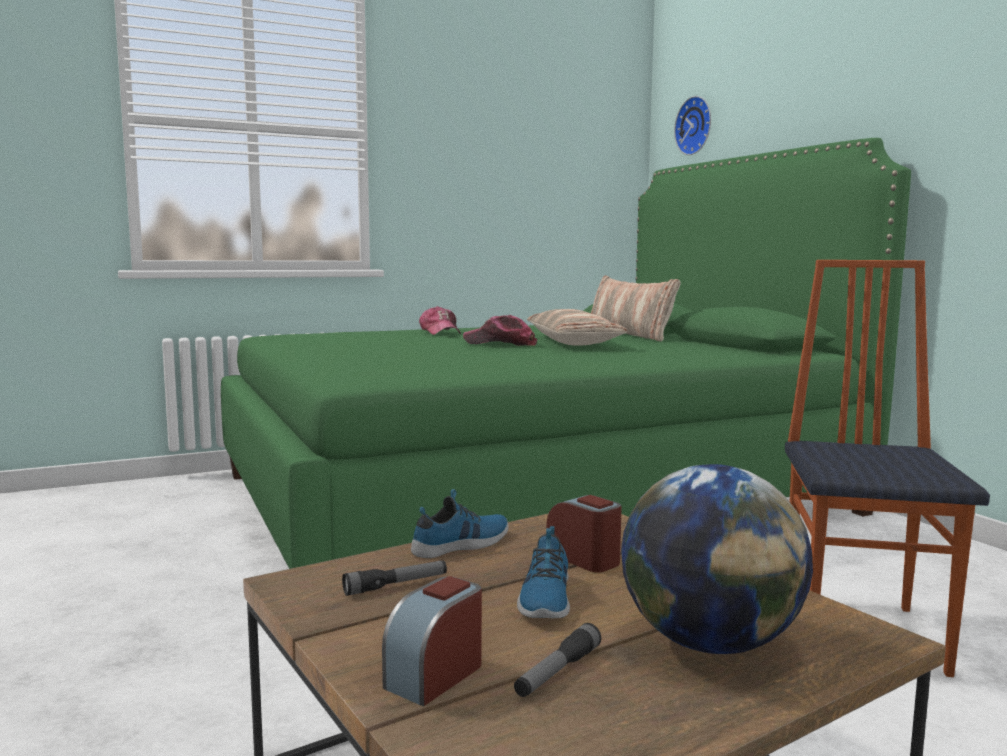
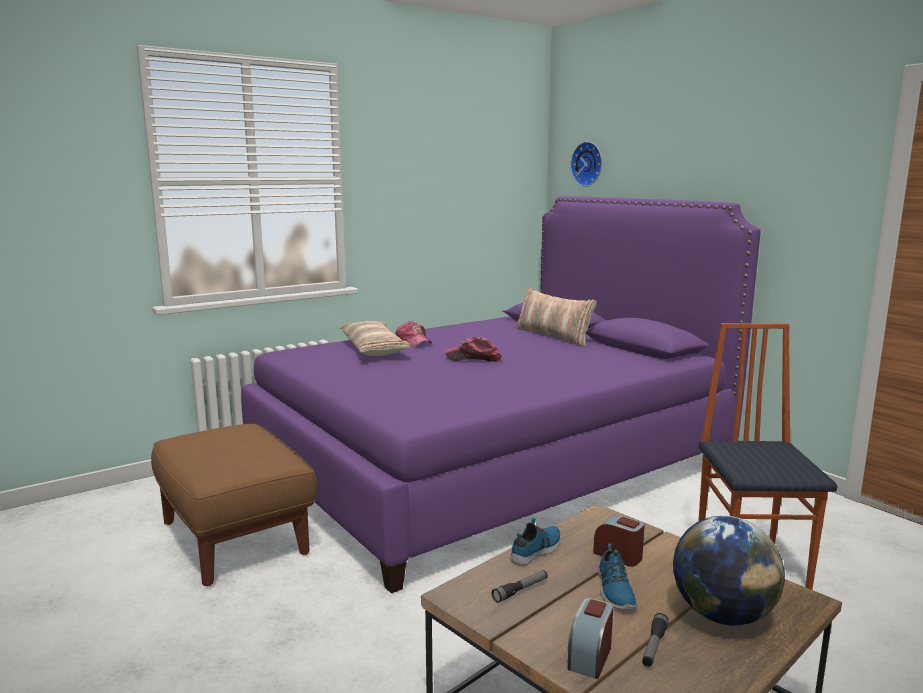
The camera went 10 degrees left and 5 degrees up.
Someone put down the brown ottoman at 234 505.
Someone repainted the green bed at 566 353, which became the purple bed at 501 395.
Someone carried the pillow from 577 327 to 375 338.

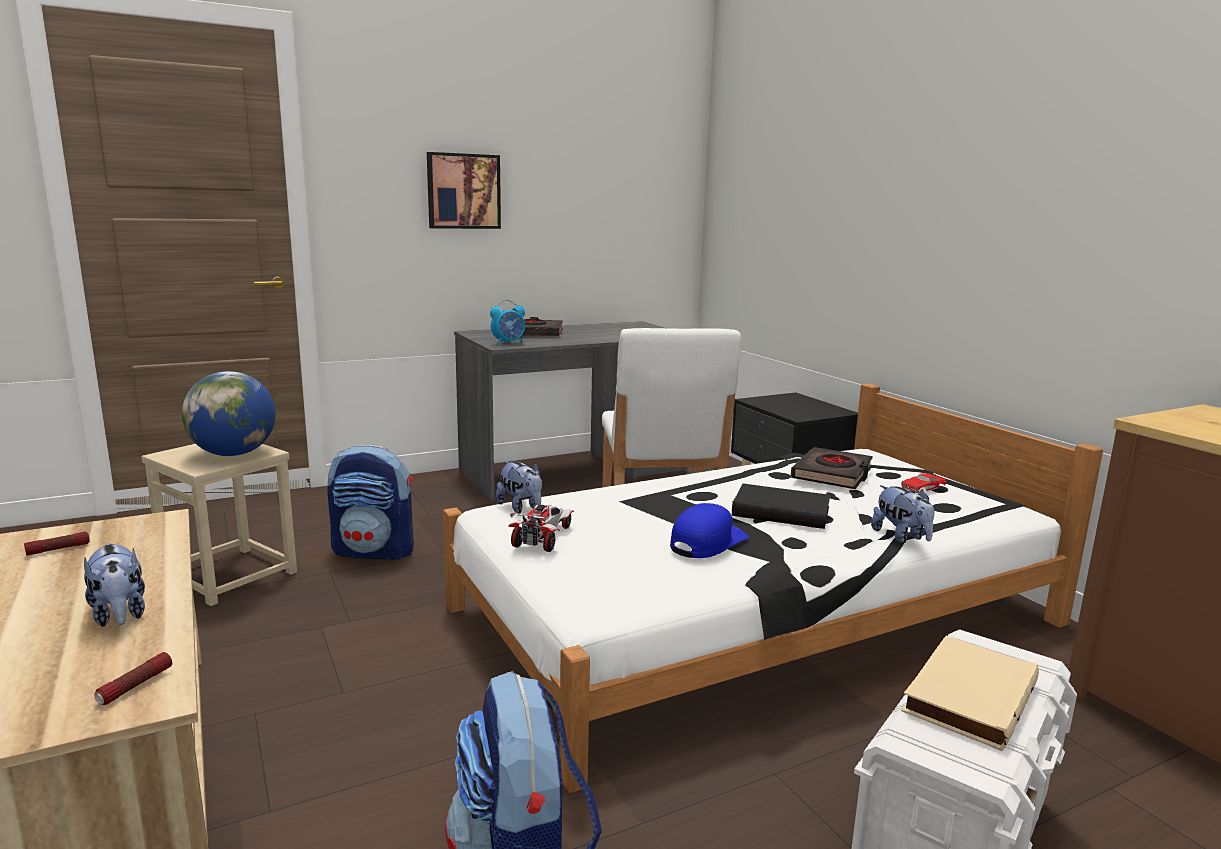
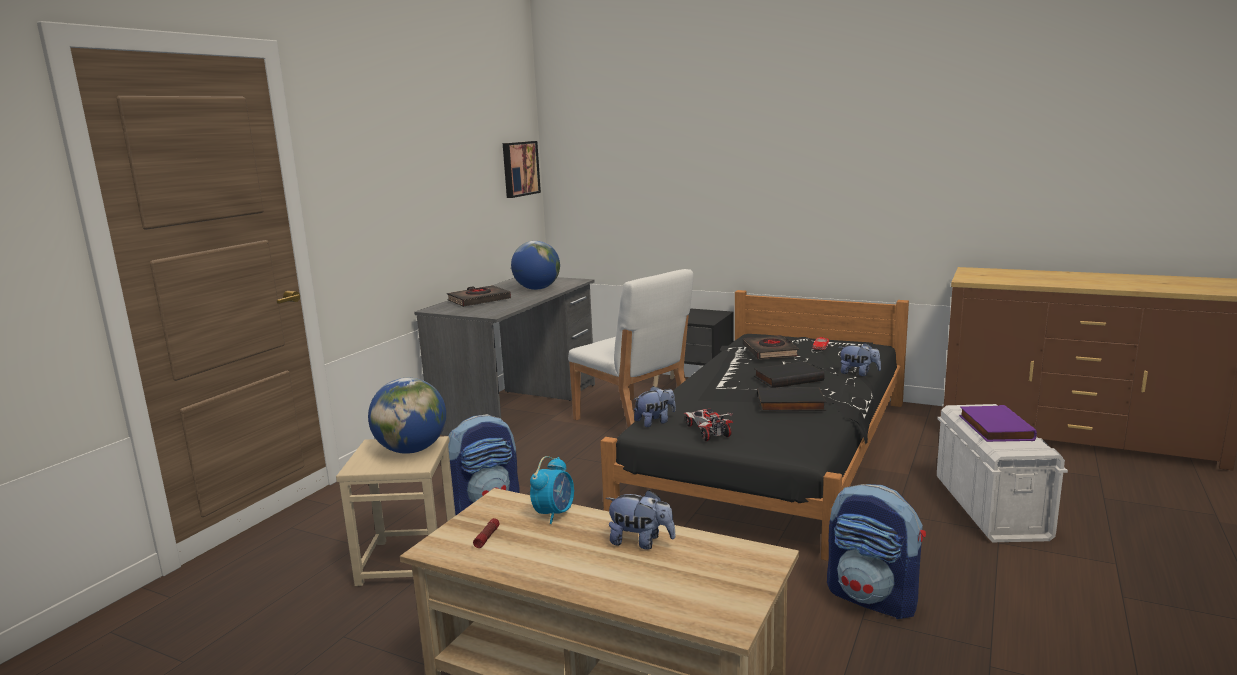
The camera went 35 degrees left and 0 degrees up.
Someone carried the picture from 464 190 to 522 169.
Someone put down the globe at 535 265.
Someone carried the alarm clock from 507 322 to 552 490.
Someone repainted the white bed at 773 588, which became the black bed at 754 425.
Someone rotated the plush toy at 519 487 by 45 degrees counterclockwise.
Someone swapped the blue cap at 709 530 for the black book at 791 399.
Someone repainted the beige book at 970 693, which became the purple book at 998 423.
Someone took away the flashlight at 133 678.

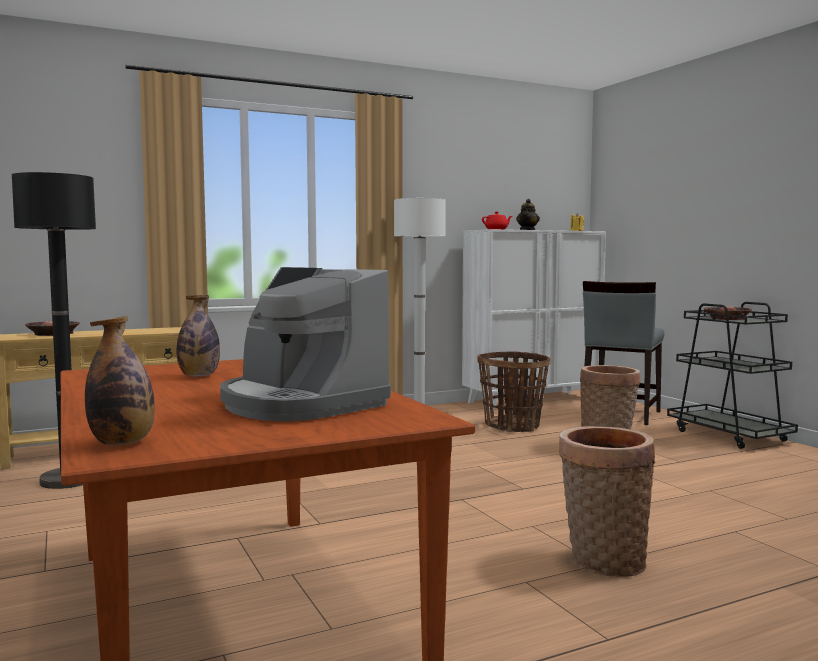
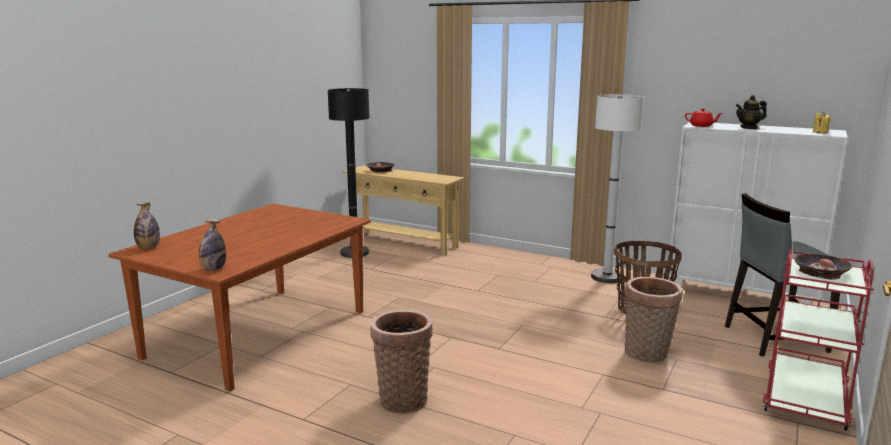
The camera went 55 degrees right and 10 degrees up.
Someone carried the bottle from 198 335 to 212 244.
Someone repainted the black cart at 732 375, which became the red cart at 818 340.
Someone took away the coffee machine at 305 344.

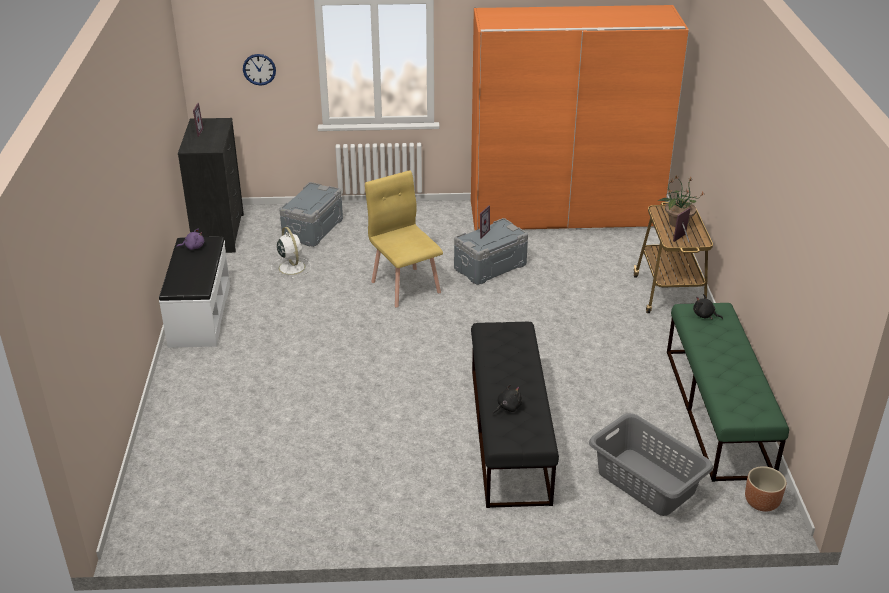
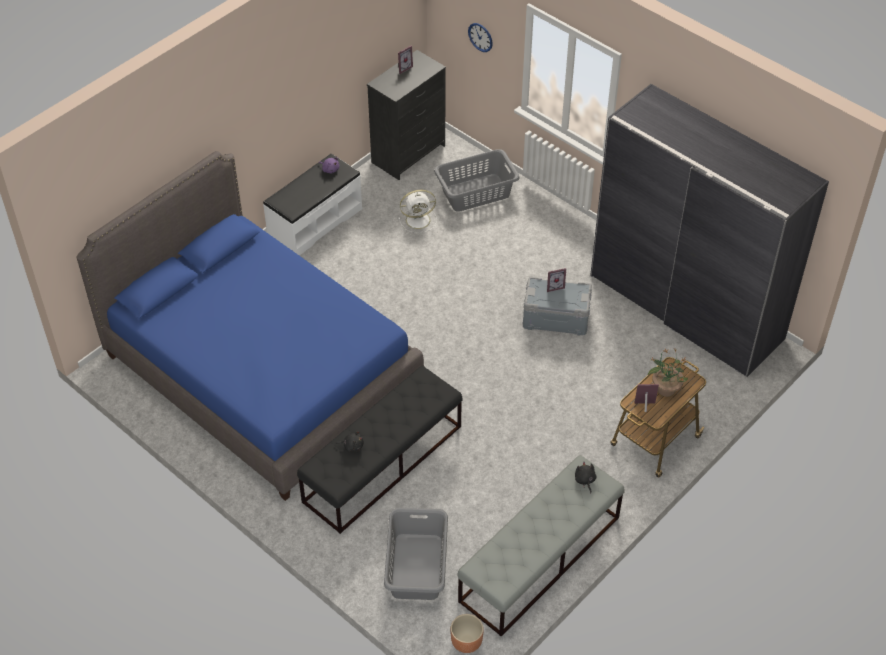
The camera went 45 degrees right and 15 degrees up.
Someone put down the blue bed at 250 326.
Someone rotated the white fan at 291 253 by 60 degrees clockwise.
Someone swapped the grey storage box at 311 214 for the grey laundry basket at 477 180.
Someone repainted the green bench at 728 392, which became the grey bench at 541 546.
Someone repainted the orange wardrobe at 580 117, which became the grey wardrobe at 709 230.
Someone took away the yellow chair at 404 238.

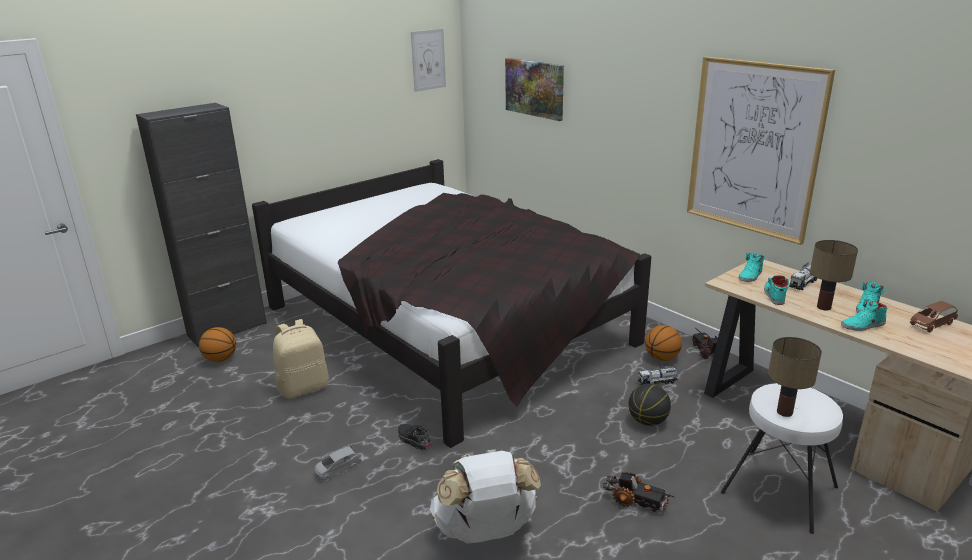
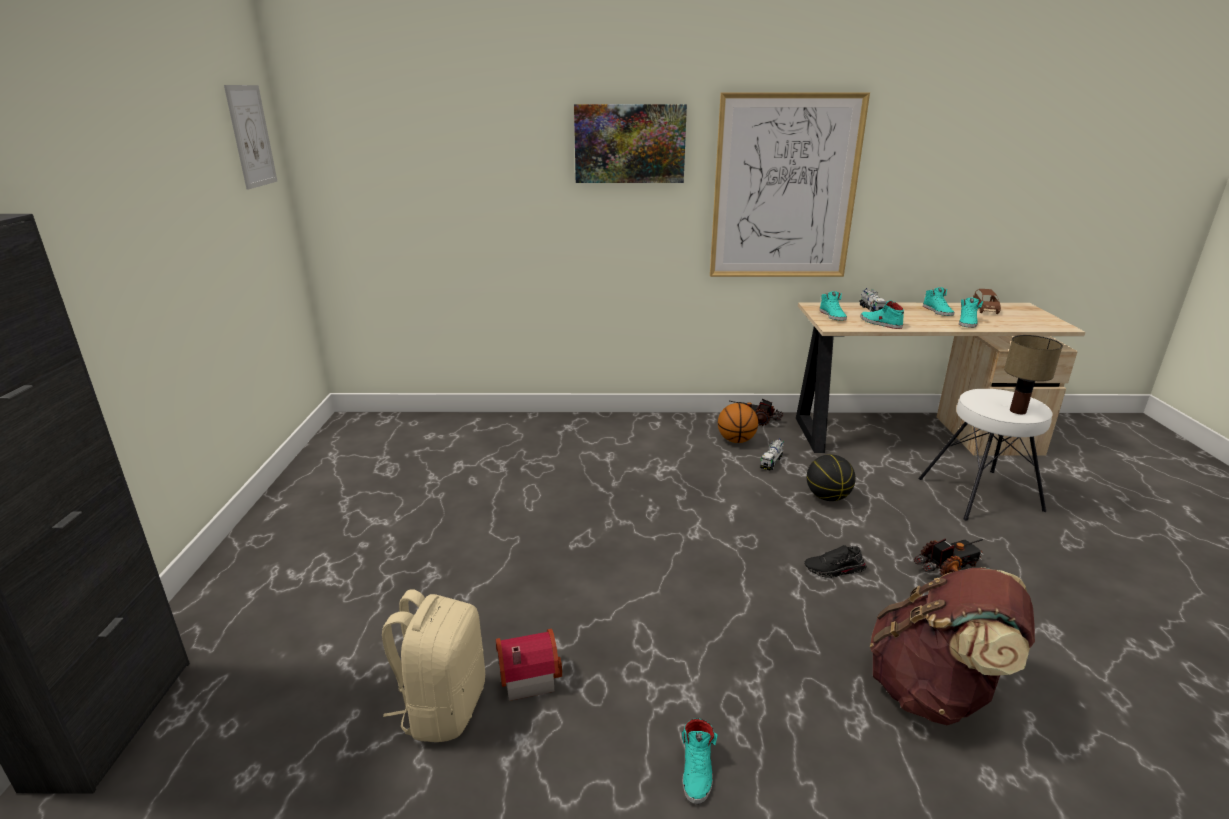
The camera went 50 degrees left and 0 degrees up.
Someone put down the toy house at 529 665.
Someone carried the picture from 534 89 to 630 143.
Someone swapped the grey toy car at 338 463 for the turquoise shoe at 699 761.
Someone carried the black shoe from 415 437 to 835 561.
Someone repainted the white backpack at 485 496, which became the brown backpack at 952 646.
Someone took away the basketball at 217 344.
Someone took away the black bed at 452 303.
Someone took away the table lamp at 834 275.

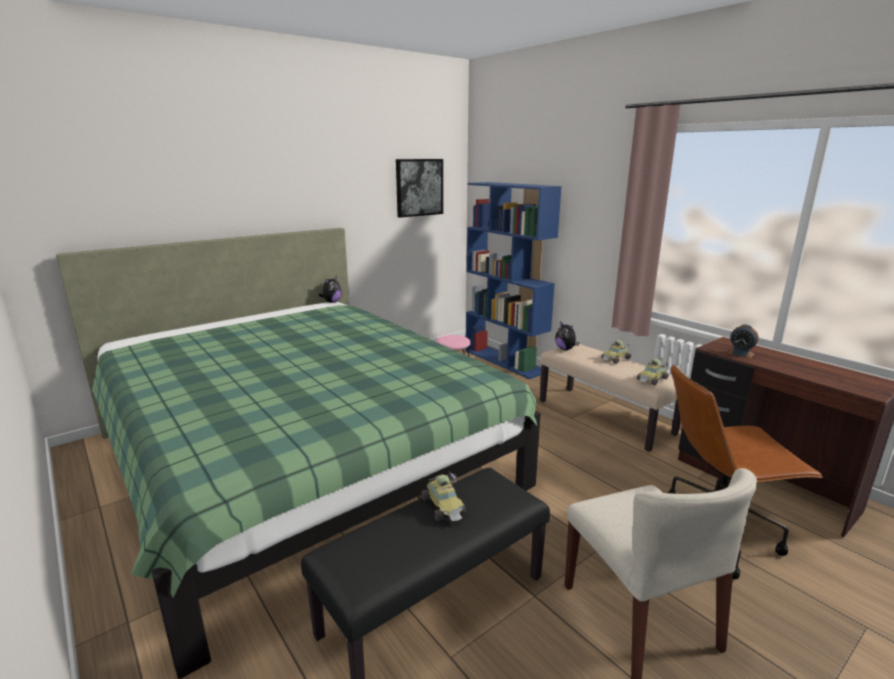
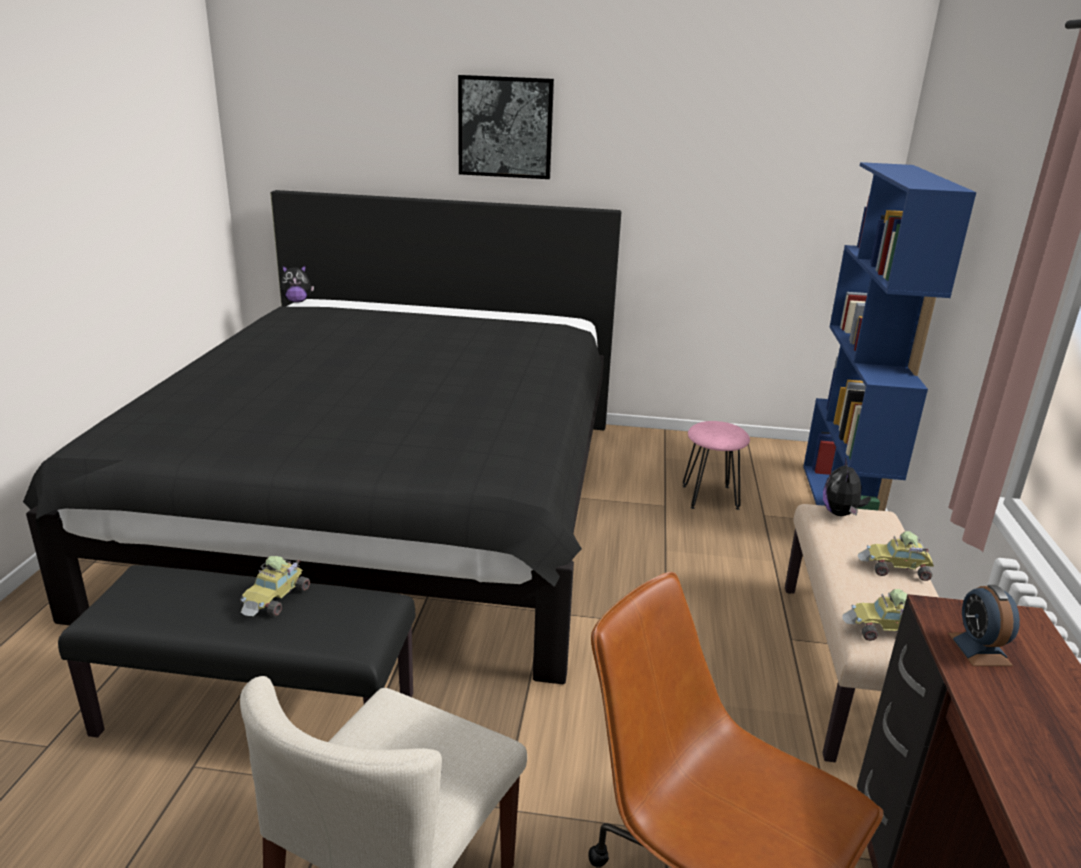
The camera went 45 degrees right and 5 degrees up.
Someone repainted the green bed at 298 453, which became the black bed at 322 437.
Someone carried the plush toy from 330 289 to 297 284.
Someone carried the picture from 419 188 to 506 127.

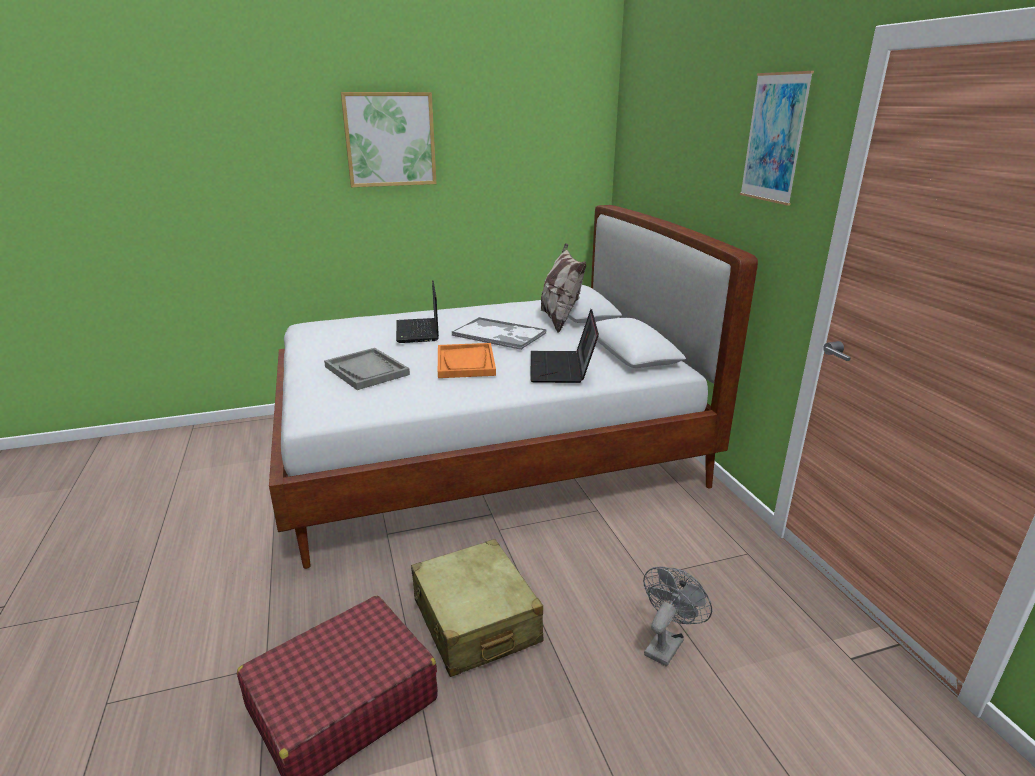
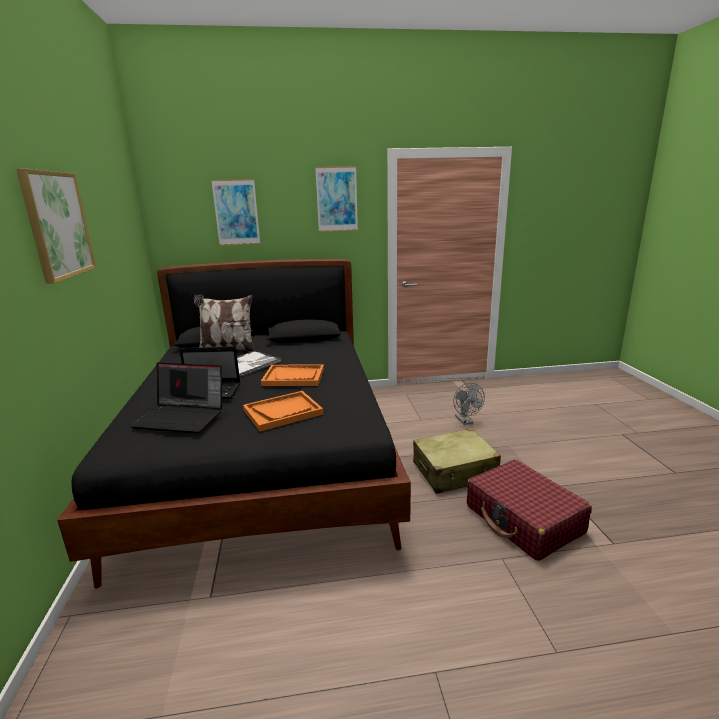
The camera went 80 degrees left and 5 degrees down.
Someone repainted the white bed at 513 387, which became the black bed at 234 424.
Someone carried the laptop from 564 346 to 176 398.
Someone put up the picture at 235 212.
Someone repainted the grey tray at 367 369, which became the orange tray at 283 411.
Someone rotated the grey fan at 677 617 by 150 degrees counterclockwise.

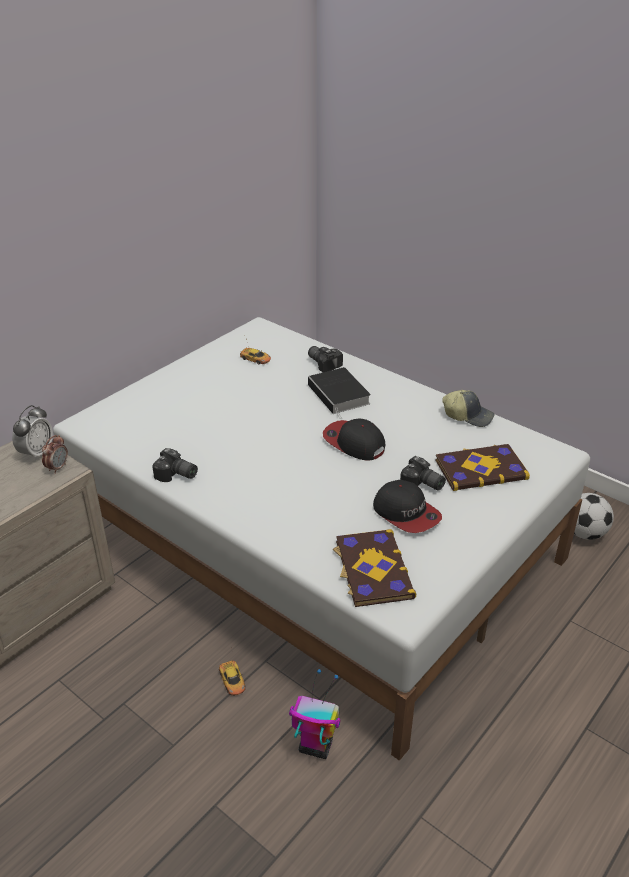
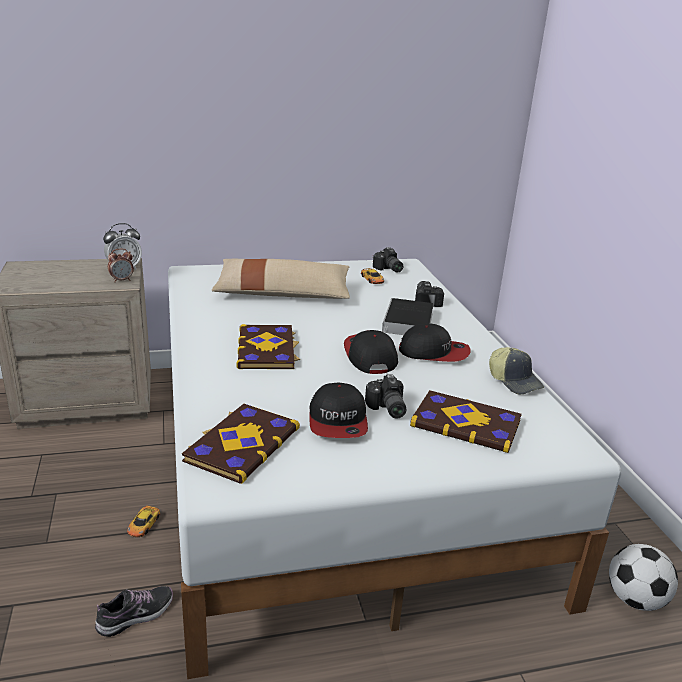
The camera went 35 degrees right and 10 degrees down.
Someone swapped the toy robot at 315 714 for the shoe at 134 611.
Someone put down the beige pillow at 281 279.
Someone put down the book at 268 346.
Someone carried the photo camera from 175 465 to 388 260.
Someone put down the cap at 435 342.

